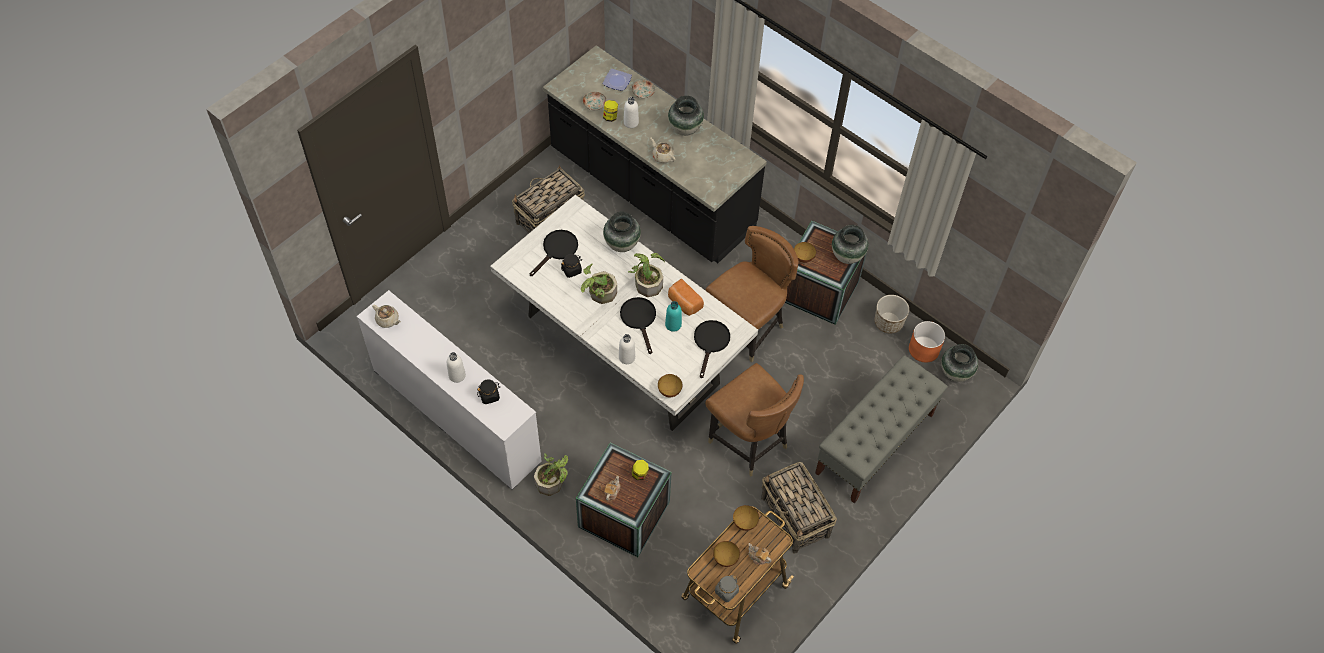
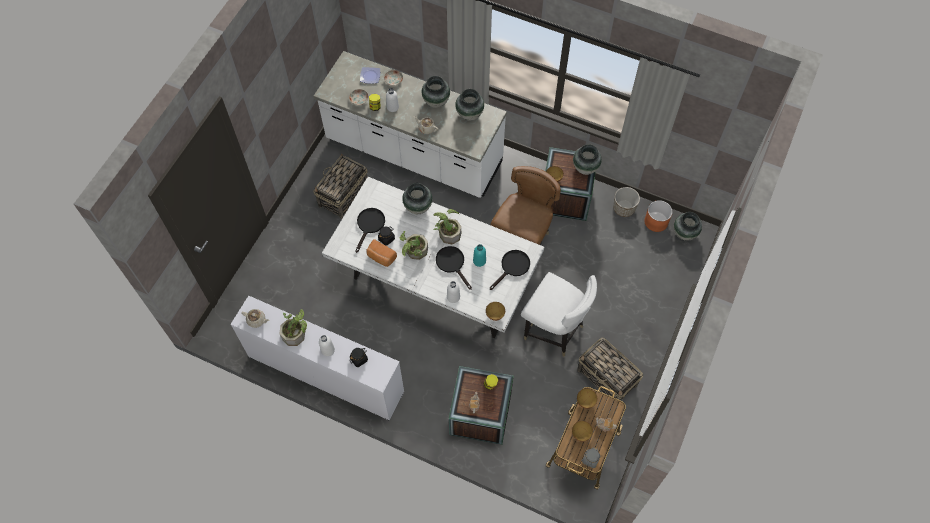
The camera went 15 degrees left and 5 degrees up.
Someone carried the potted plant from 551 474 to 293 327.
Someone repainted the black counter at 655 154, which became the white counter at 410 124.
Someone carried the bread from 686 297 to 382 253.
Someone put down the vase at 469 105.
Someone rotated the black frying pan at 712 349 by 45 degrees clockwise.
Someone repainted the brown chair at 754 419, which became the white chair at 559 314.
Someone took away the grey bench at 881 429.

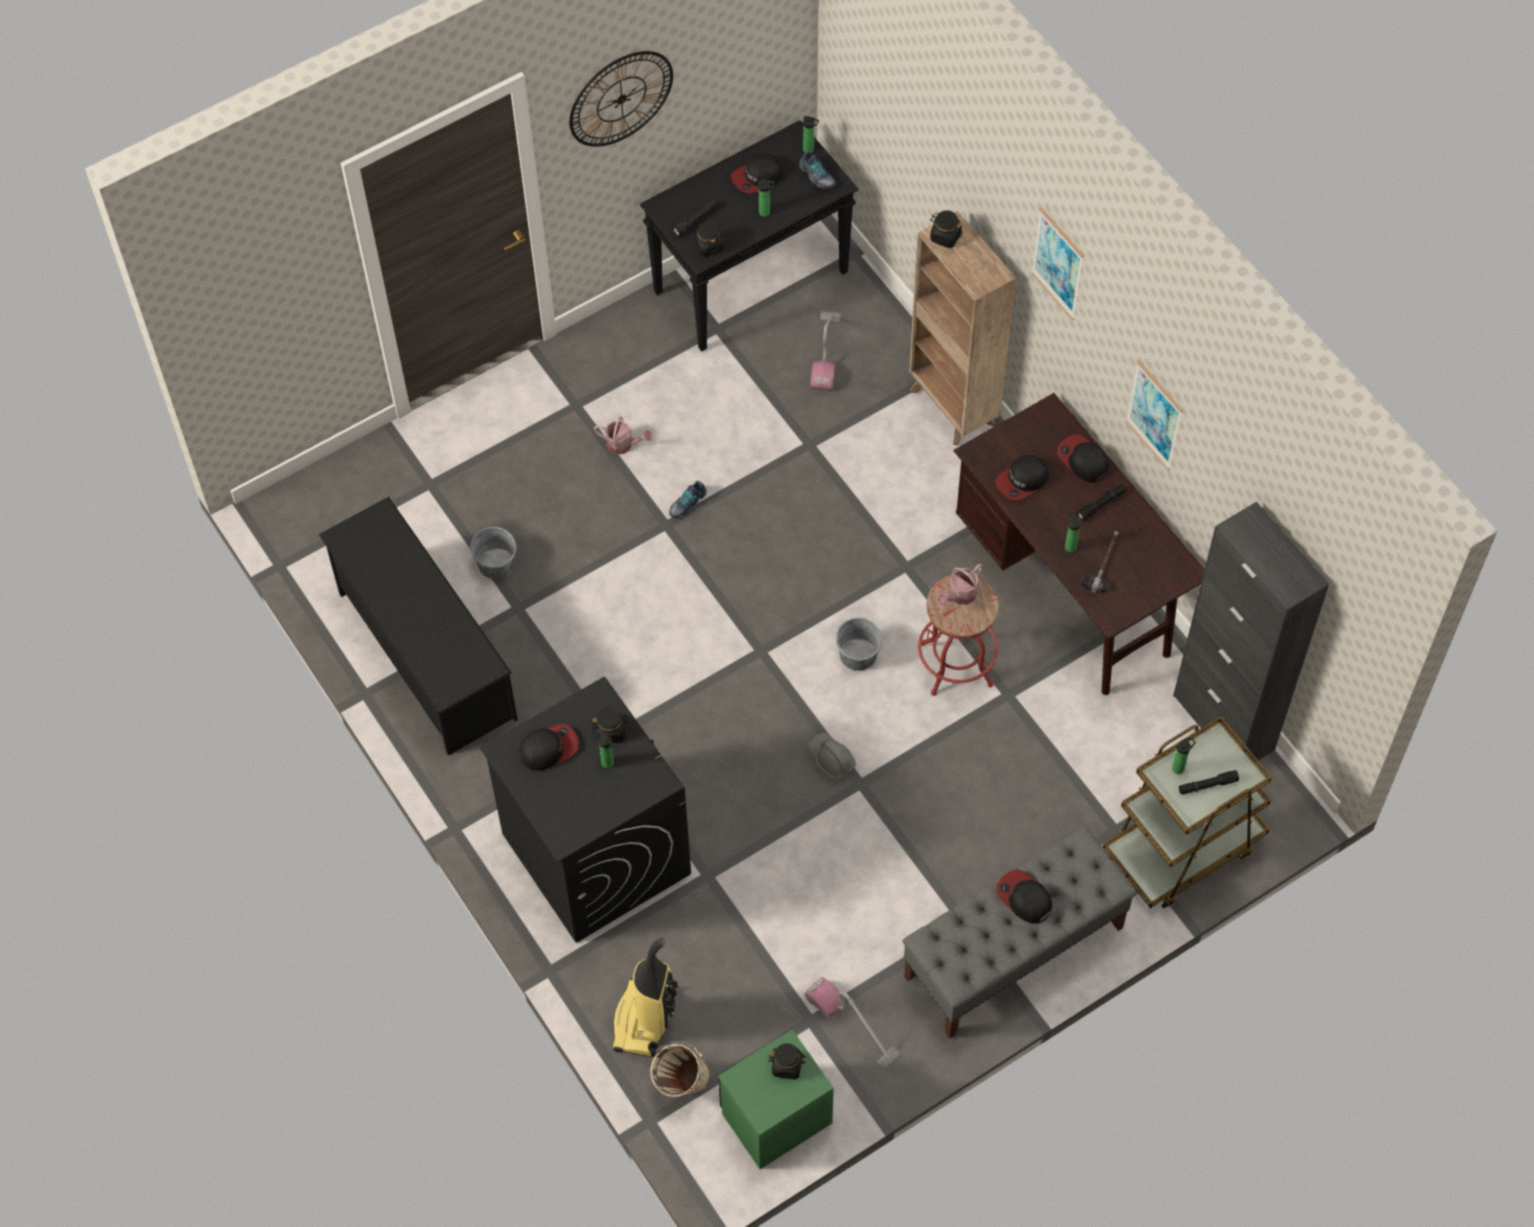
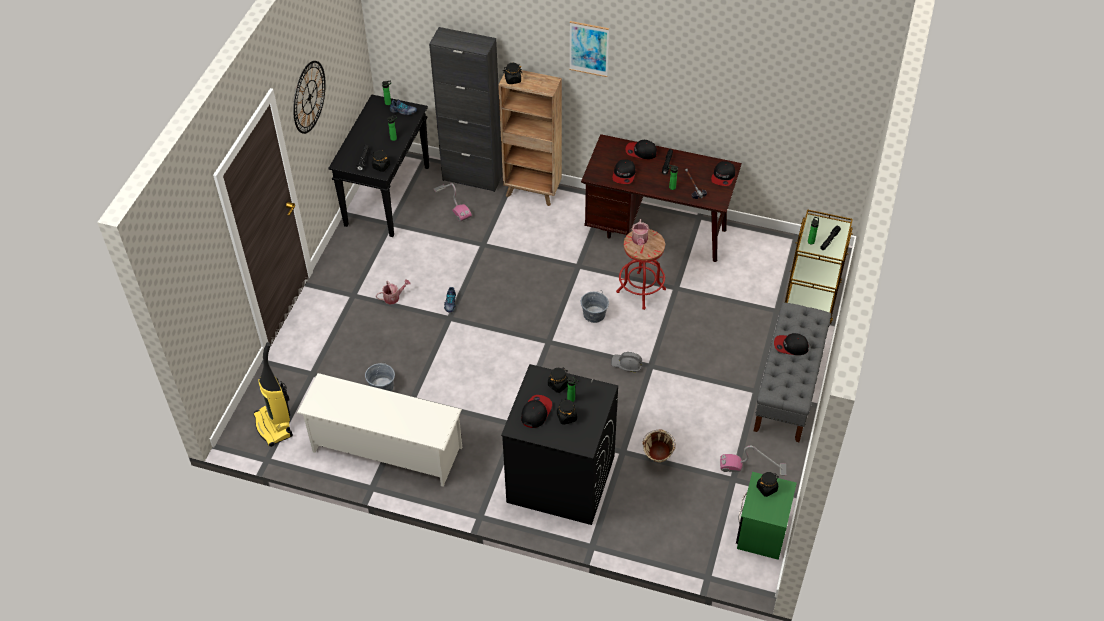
The camera went 40 degrees left and 10 degrees down.
Someone carried the vacuum cleaner from 645 997 to 273 394.
Someone repainted the black shoe rack at 418 626, which became the white shoe rack at 379 429.
Someone carried the black cabinet from 1251 631 to 466 109.
Someone put down the black jar at 567 412.
Someone carried the beige bucket from 680 1069 to 659 446.
Someone carried the cap from 757 173 to 723 173.
Someone took away the picture at 1154 415.

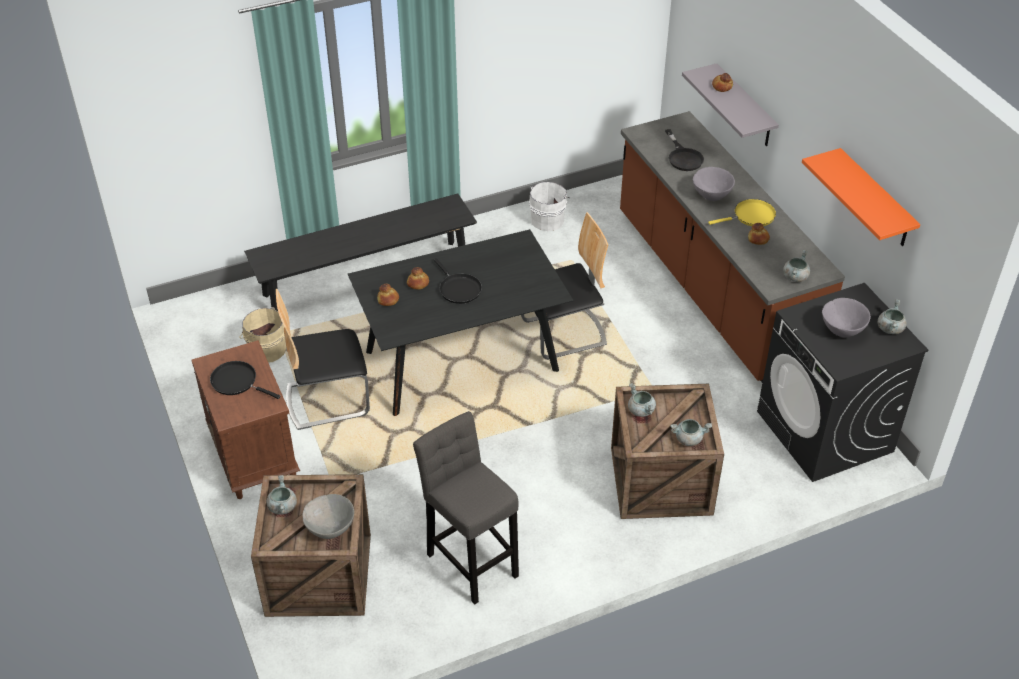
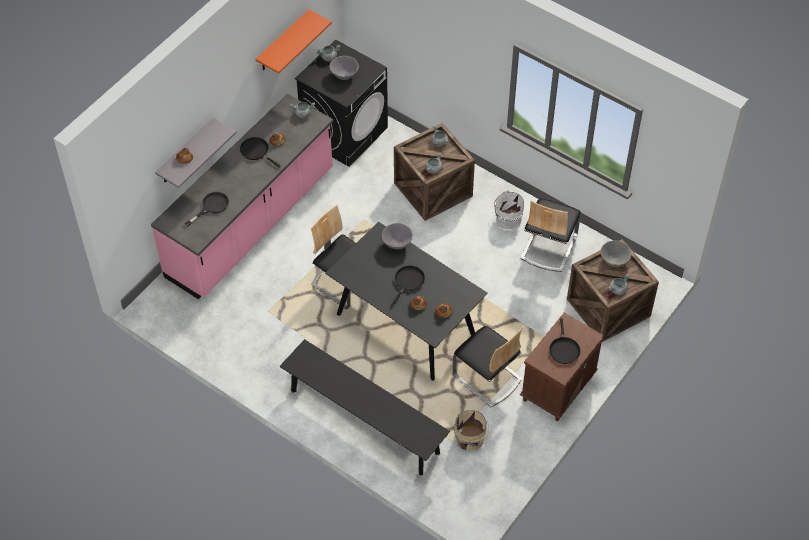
The camera went 120 degrees left and 10 degrees up.
Someone repainted the brown counter at 732 246, which became the pink counter at 242 196.
Someone repainted the yellow frying pan at 742 212, which became the black frying pan at 260 152.
Someone carried the grey bowl from 714 184 to 397 236.
Someone carried the white bucket from 549 206 to 509 209.
Someone swapped the grey stool at 466 508 for the chair at 550 235.

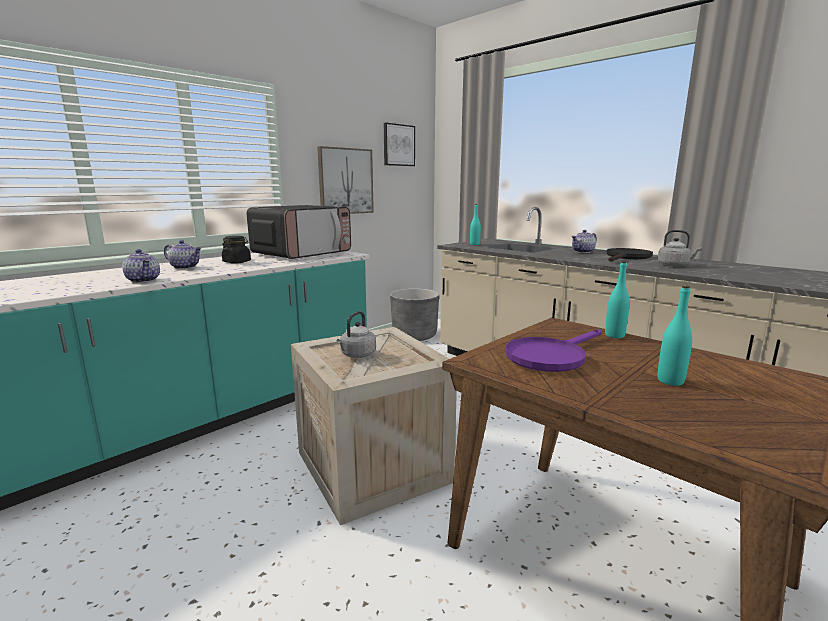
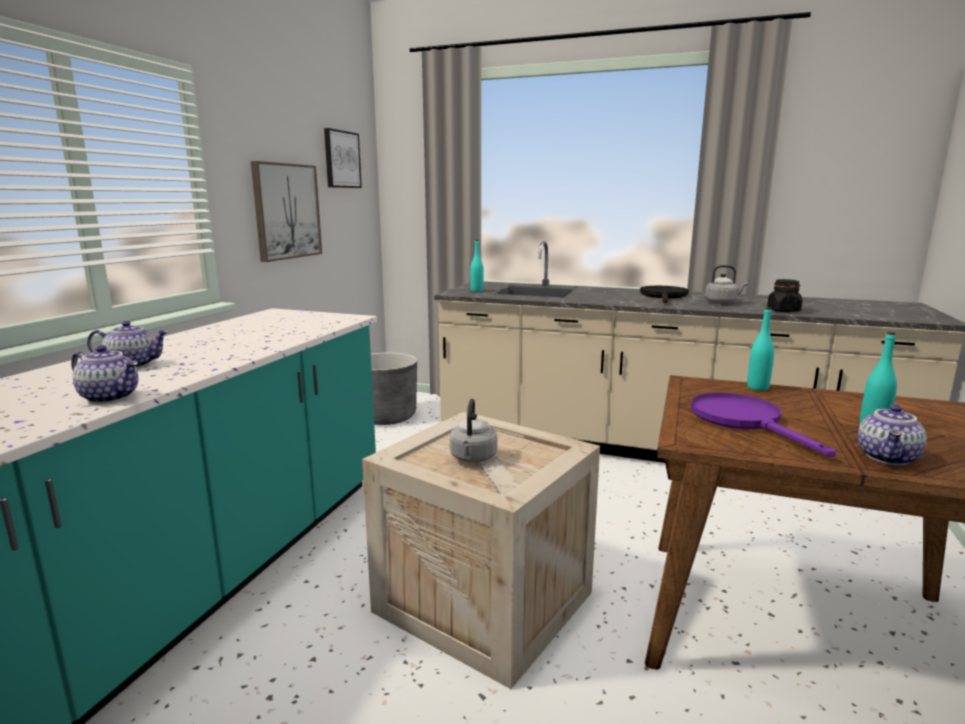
The camera went 25 degrees left and 0 degrees up.
Someone rotated the purple frying pan at 553 350 by 135 degrees clockwise.
Someone carried the black jar from 236 250 to 784 295.
Someone carried the teapot from 584 241 to 892 435.
Someone took away the microwave at 298 232.

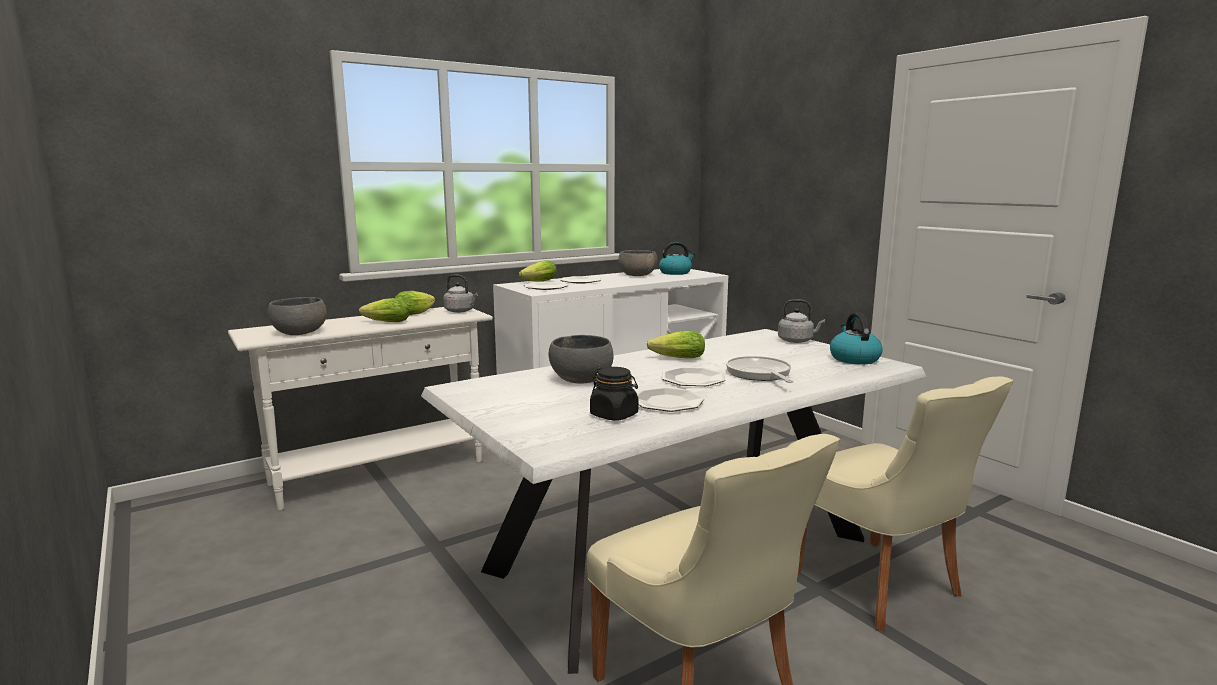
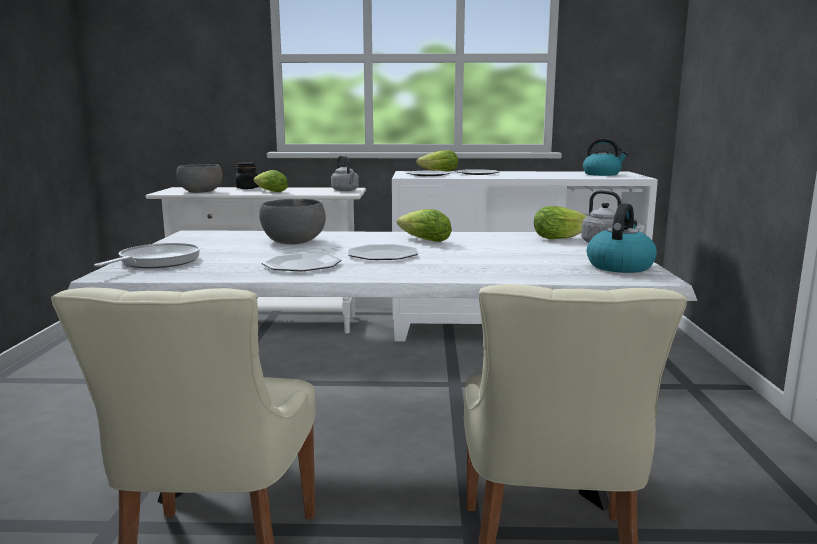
The camera went 35 degrees right and 0 degrees up.
Someone carried the frying pan from 759 369 to 147 255.
Someone carried the black jar from 614 394 to 247 175.
Someone carried the lettuce from 415 303 to 560 222.
Someone took away the grey bowl at 637 263.

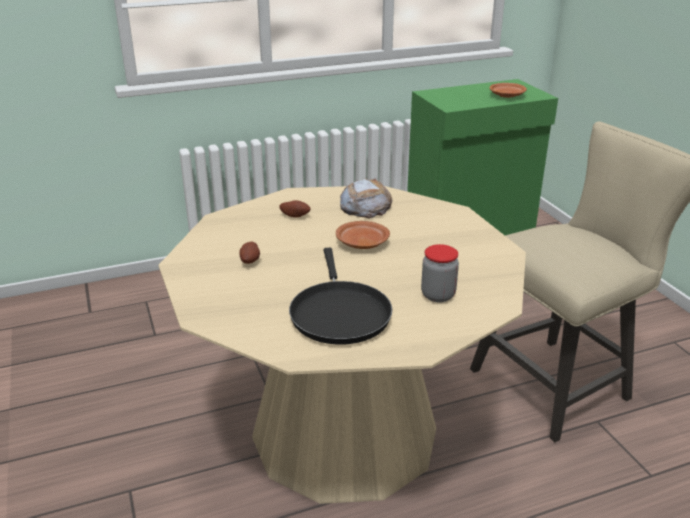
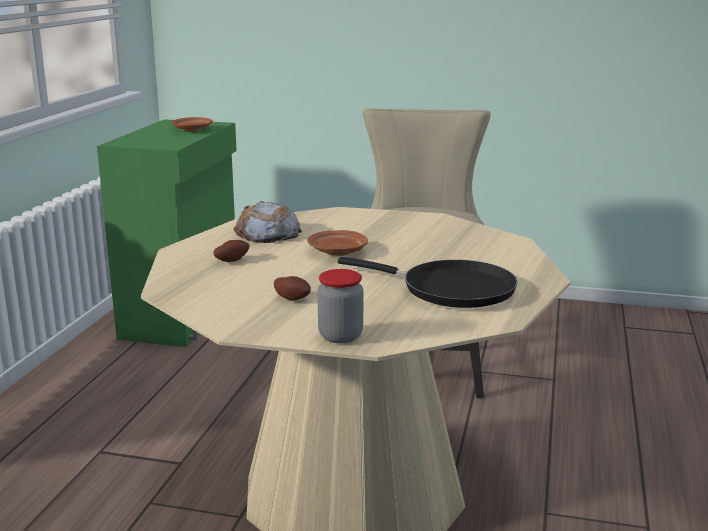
The camera went 55 degrees left and 10 degrees down.
Someone carried the jar from 440 273 to 340 306.

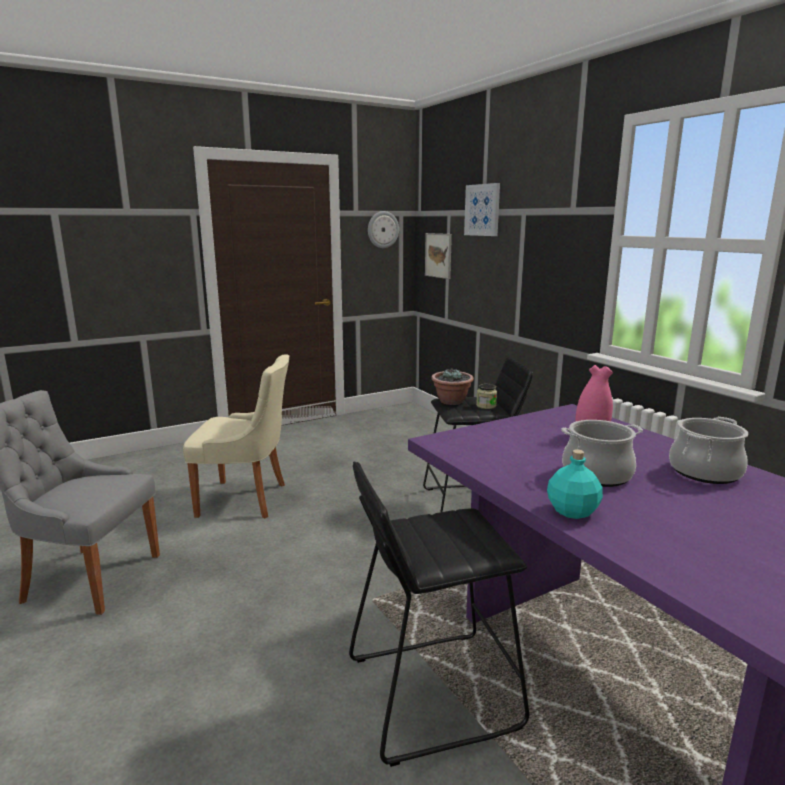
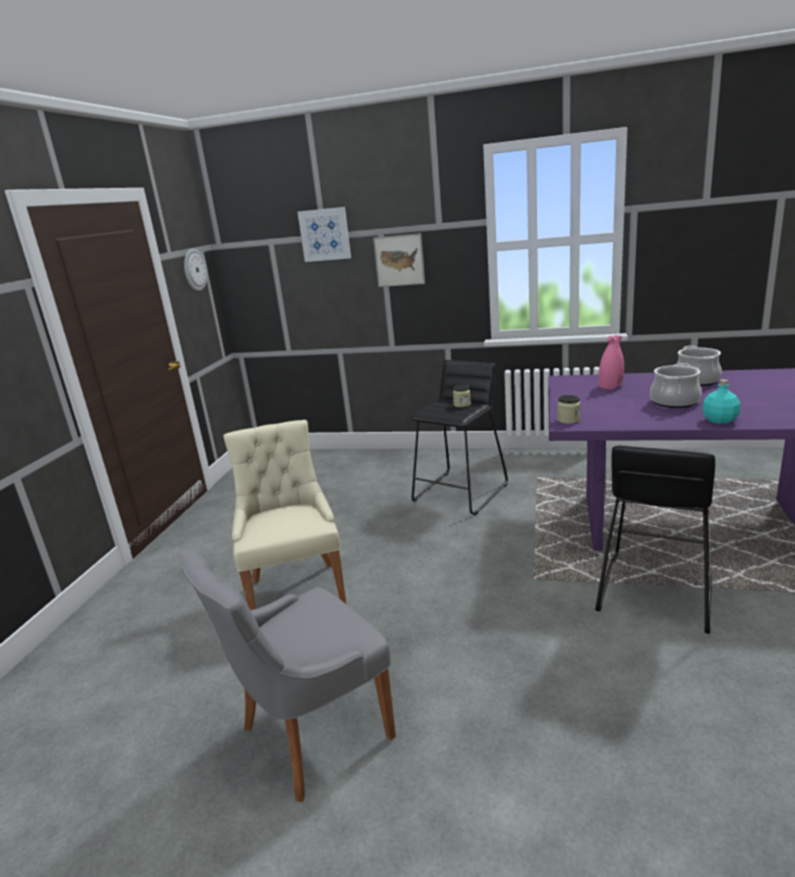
The camera went 45 degrees left and 5 degrees up.
Someone rotated the beige chair at 236 436 by 60 degrees counterclockwise.
Someone carried the picture from 438 256 to 399 260.
Someone put down the jar at 569 409.
Someone took away the potted plant at 452 386.

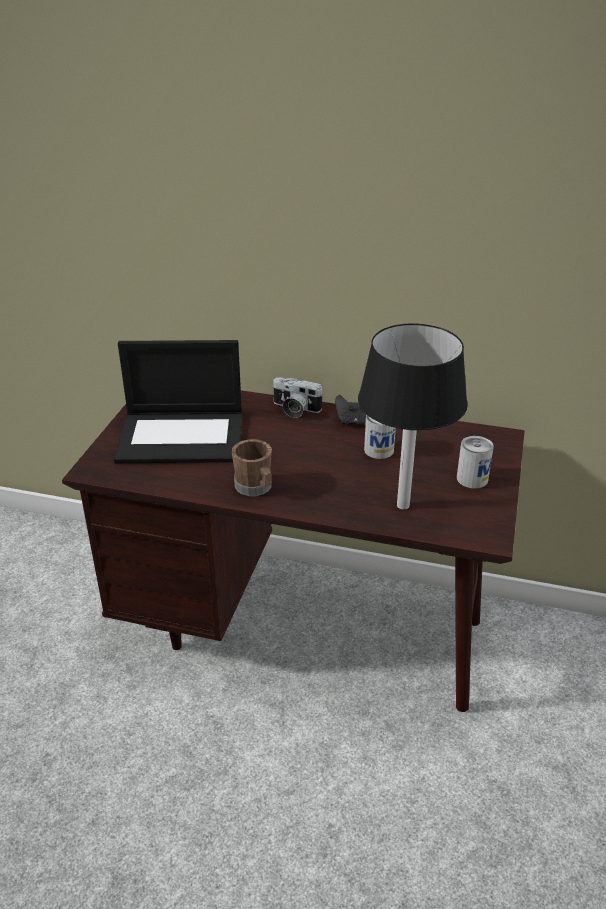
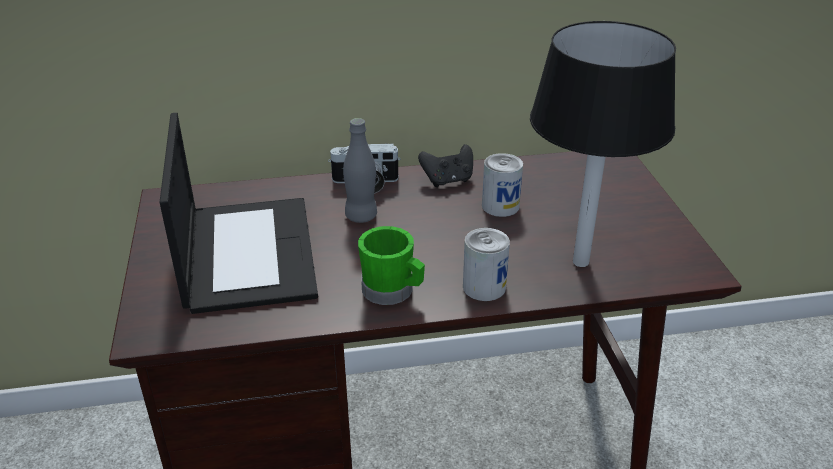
The camera went 25 degrees left and 0 degrees up.
Someone rotated the laptop at 178 401 by 75 degrees counterclockwise.
Someone put down the grey bottle at 360 170.
Someone repainted the brown mug at 252 467, which became the green mug at 391 265.
Someone carried the can from 475 462 to 486 264.

